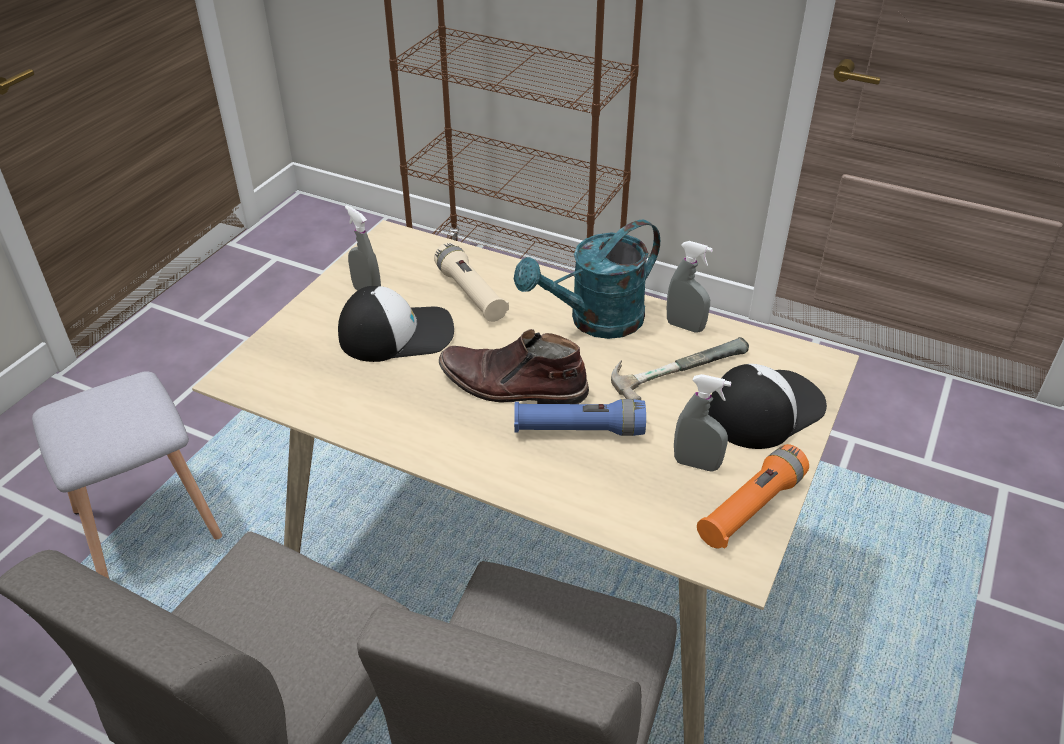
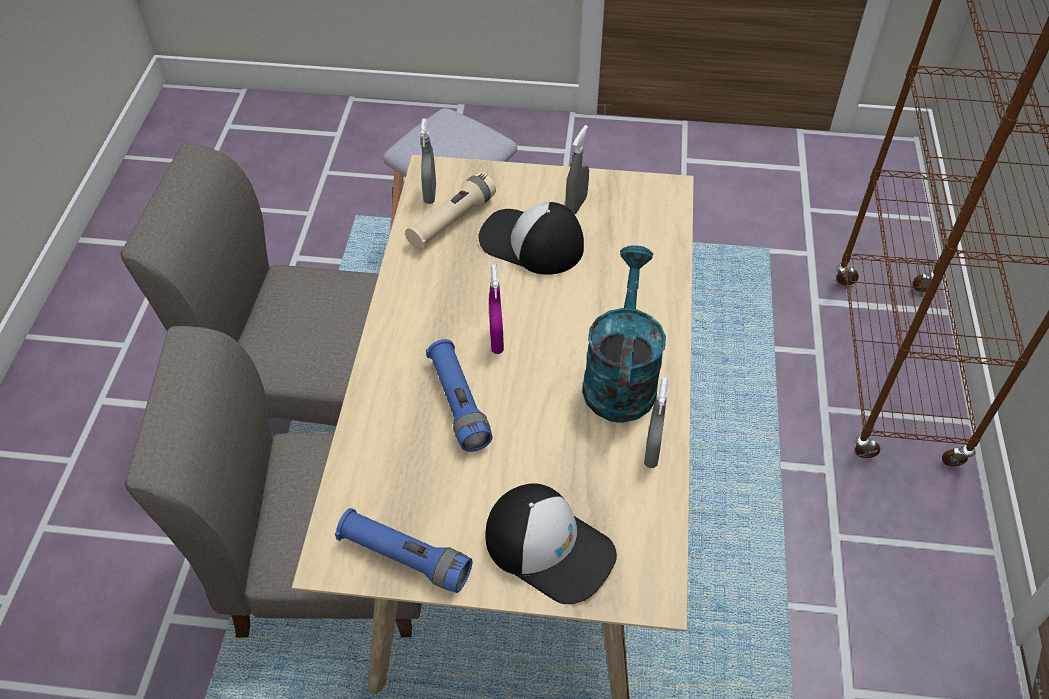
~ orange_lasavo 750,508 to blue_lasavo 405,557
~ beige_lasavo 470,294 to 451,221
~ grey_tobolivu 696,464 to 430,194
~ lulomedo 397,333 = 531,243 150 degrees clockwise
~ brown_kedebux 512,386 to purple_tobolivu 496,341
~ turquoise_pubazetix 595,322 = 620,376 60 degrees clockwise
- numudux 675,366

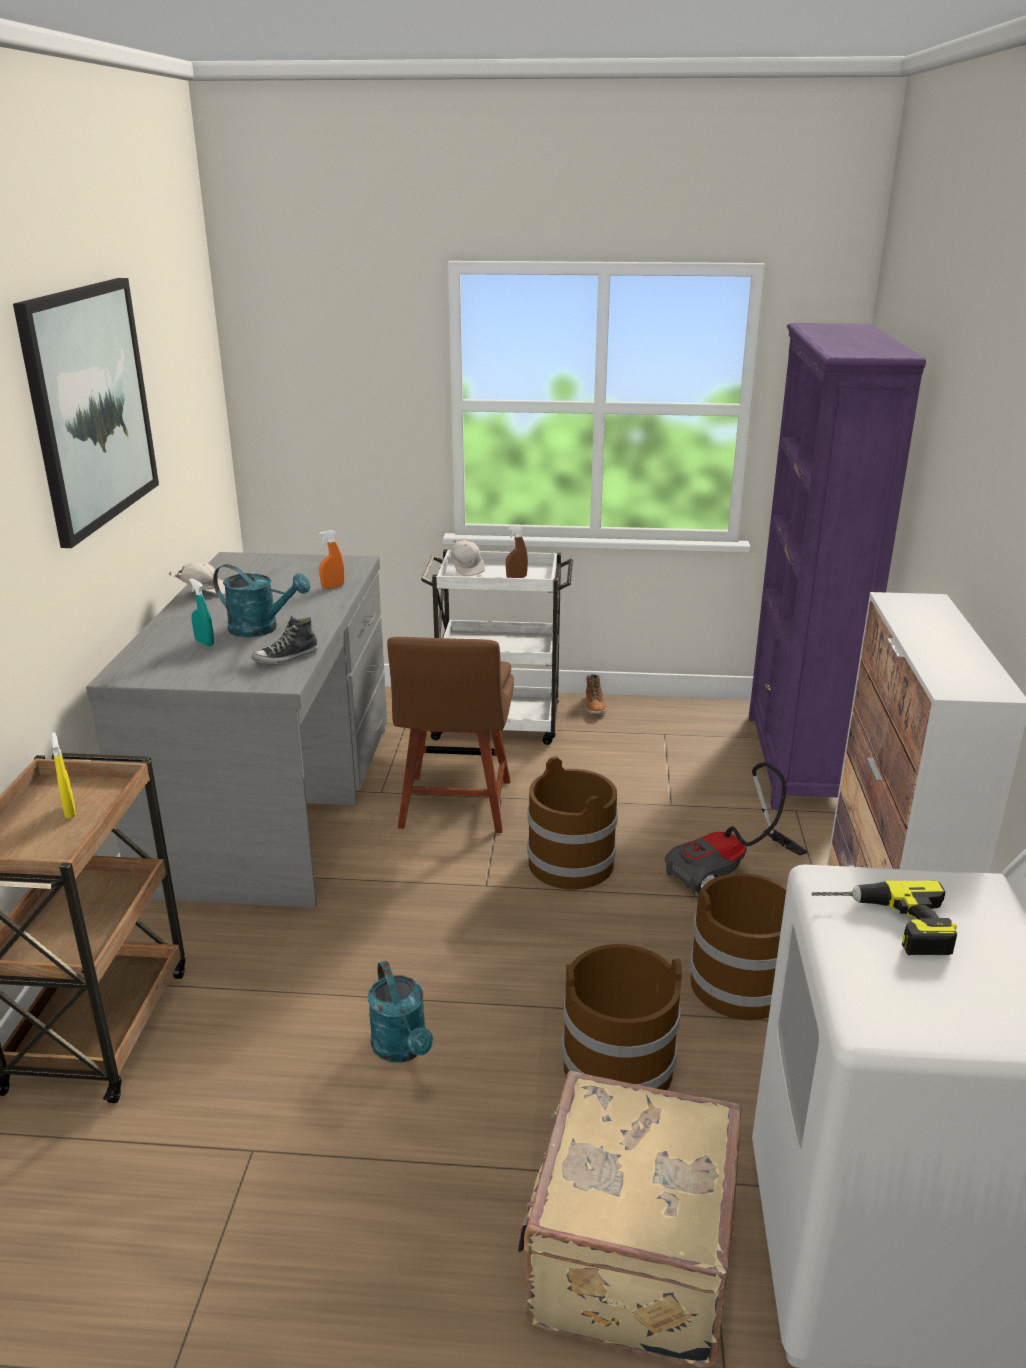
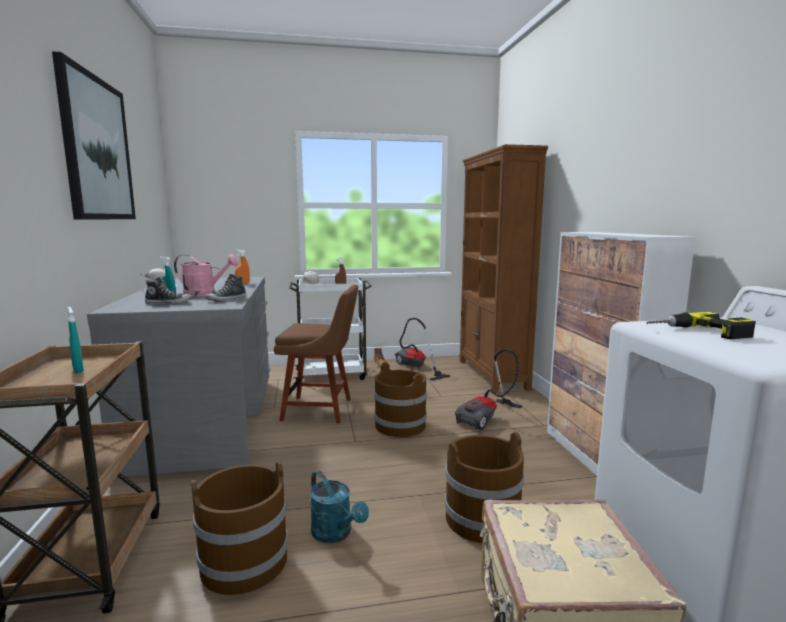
~ yellow_tobolivu 69,811 to turquoise_tobolivu 78,370
+ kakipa 169,303
~ turquoise_pubazetix 261,629 to pink_pubazetix 205,294
~ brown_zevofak 741,983 to 245,561
~ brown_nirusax 455,807 = 321,409 75 degrees counterclockwise
+ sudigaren 415,368
~ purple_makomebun 795,761 to brown_makomebun 492,374

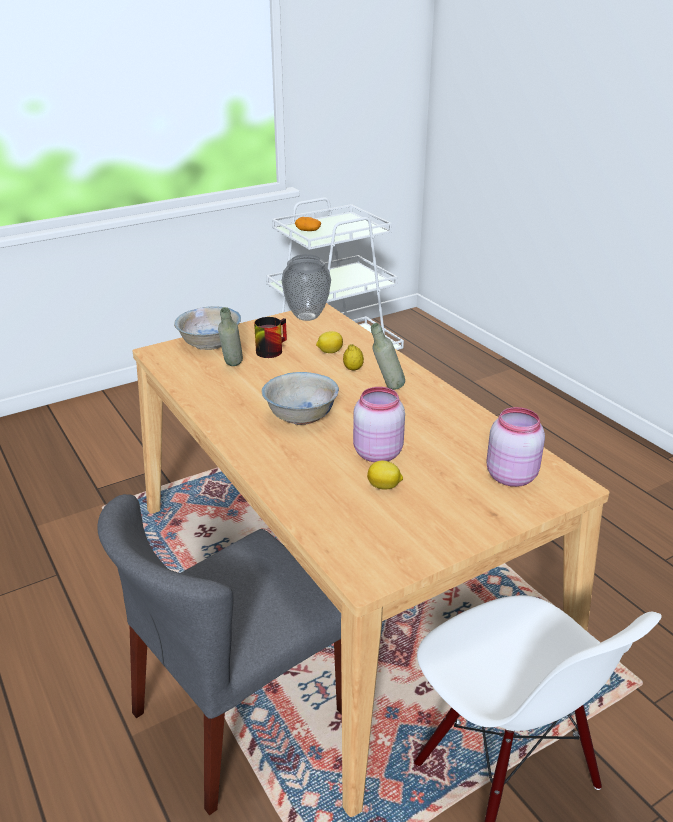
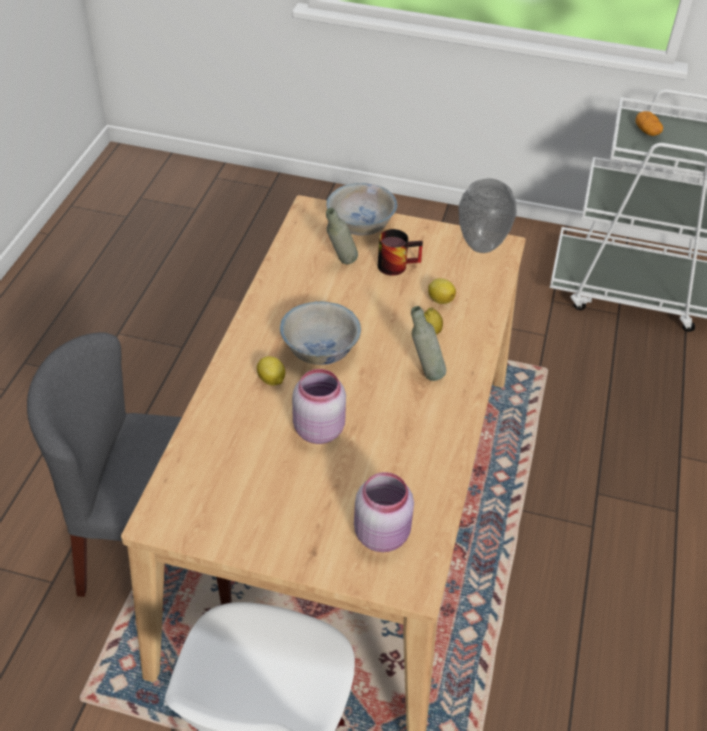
~ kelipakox 384,486 to 271,380

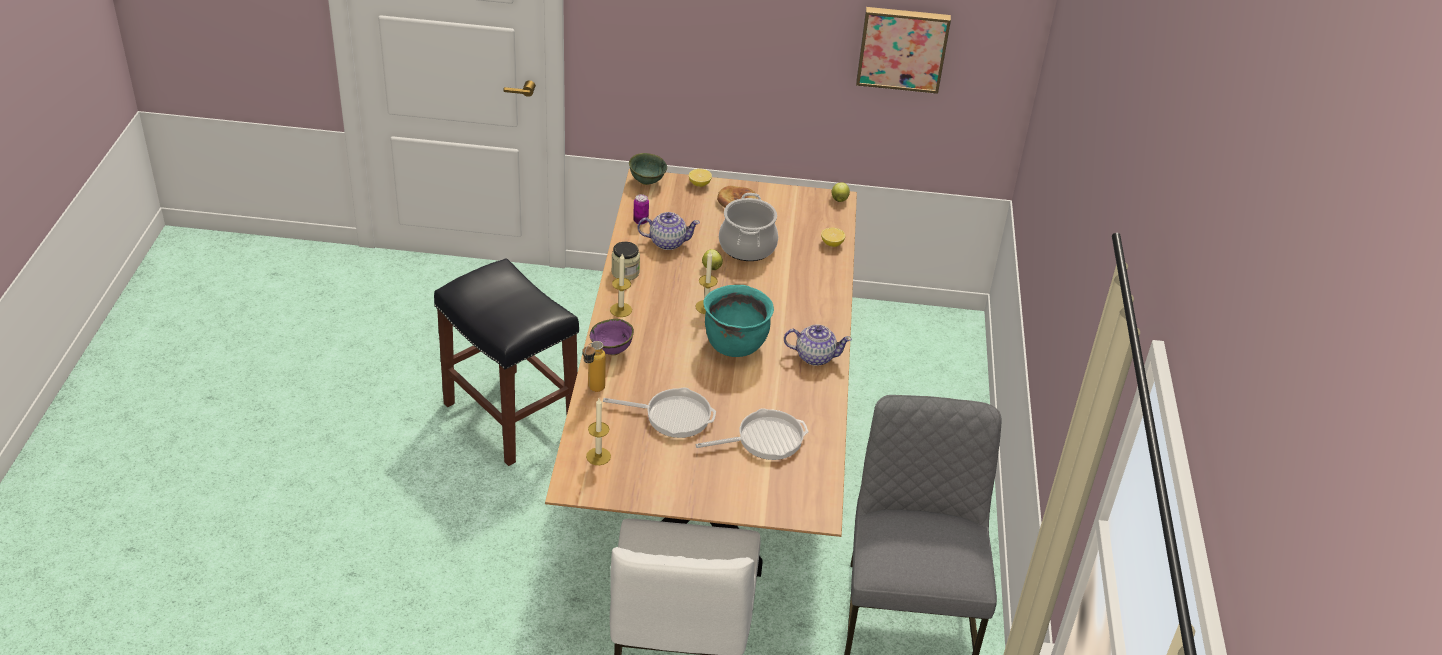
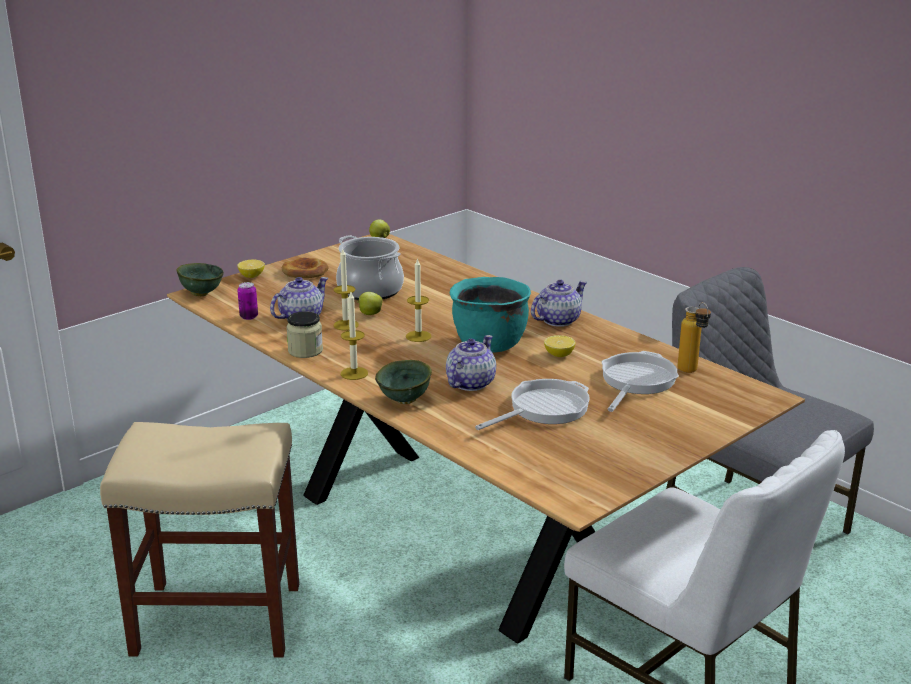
~ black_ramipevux 512,416 to beige_ramipevux 220,618
~ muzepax 598,456 to 346,325
~ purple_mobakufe 612,351 to green_mobakufe 405,400
+ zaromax 469,383
~ kelipakox 832,243 to 559,355
~ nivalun 593,391 to 691,372
- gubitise 902,48

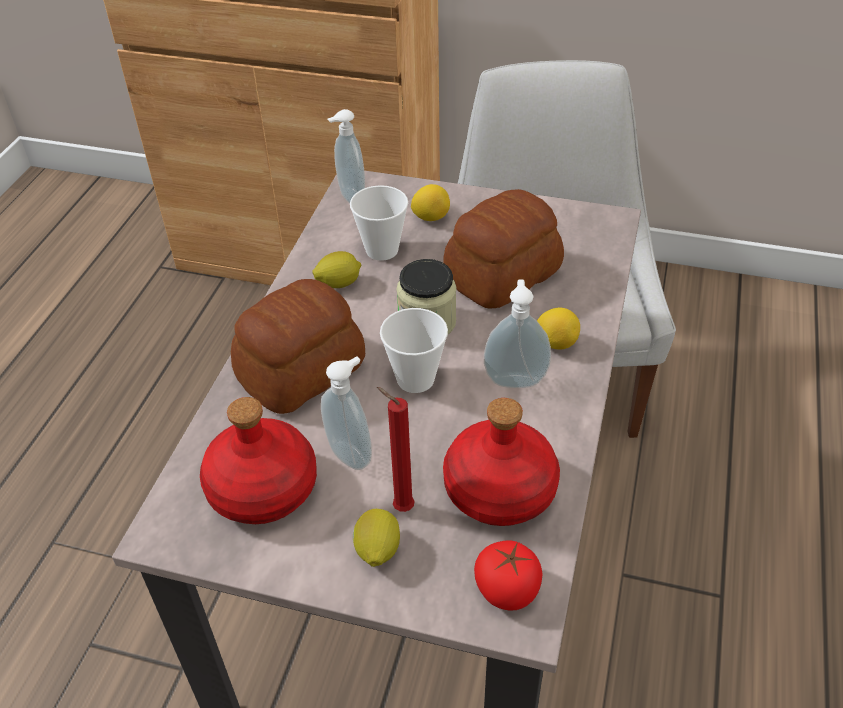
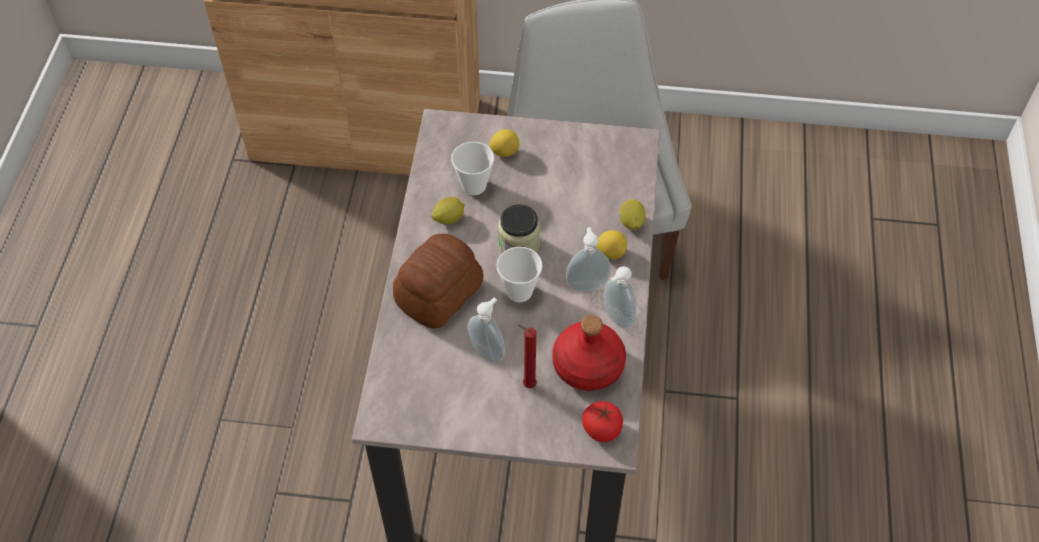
~ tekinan 349,198 to 616,319
~ kelipakox 377,550 to 631,223
- red_nivalun 263,487
- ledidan 500,275

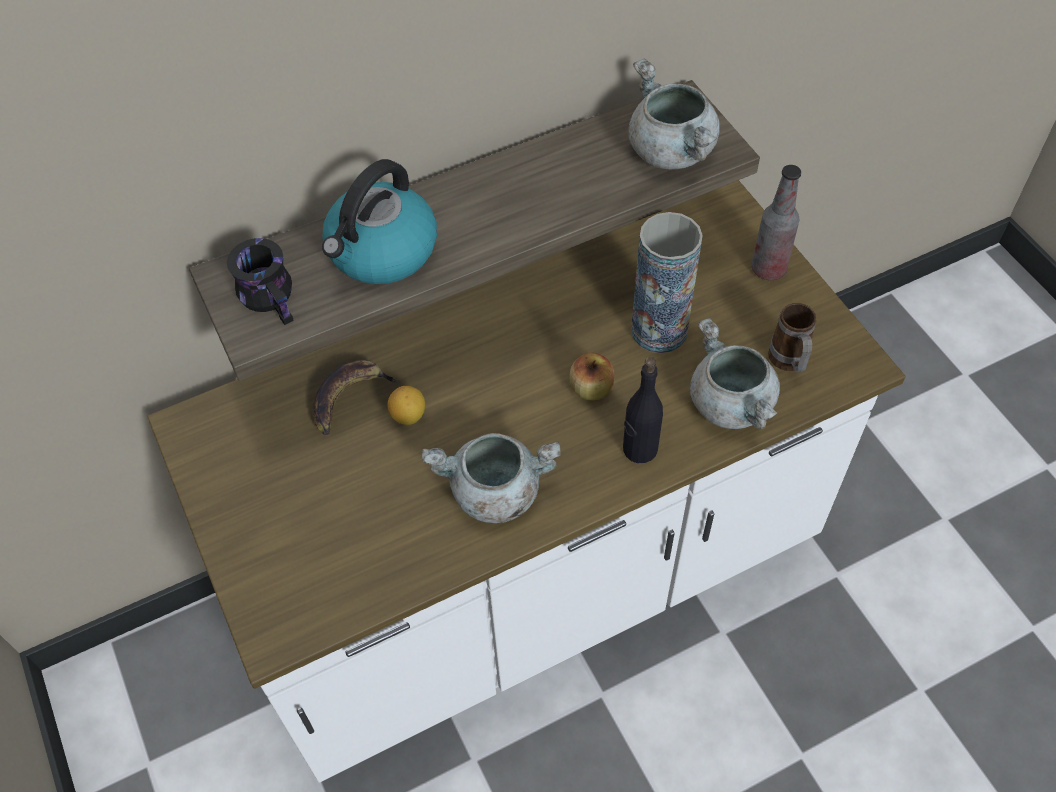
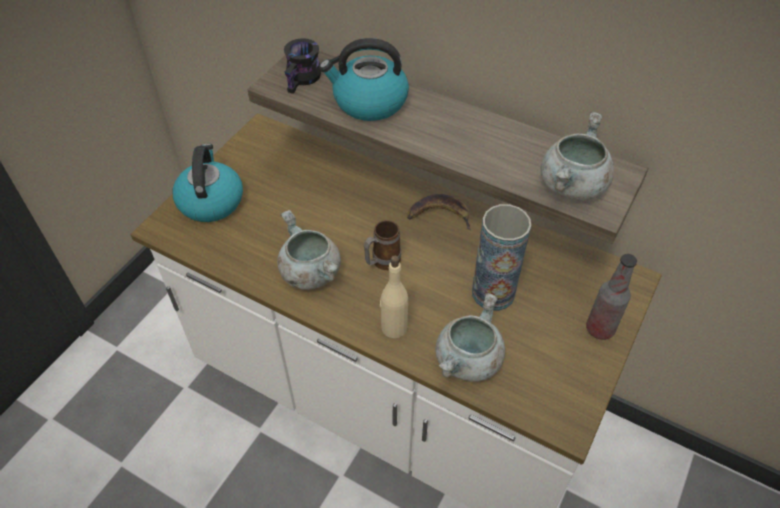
+ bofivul 210,201
~ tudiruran 789,363 to 381,263
~ black_nivalun 639,449 to beige_nivalun 393,327
~ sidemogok 349,398 to 440,215
- kelipakox 408,415
- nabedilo 591,388

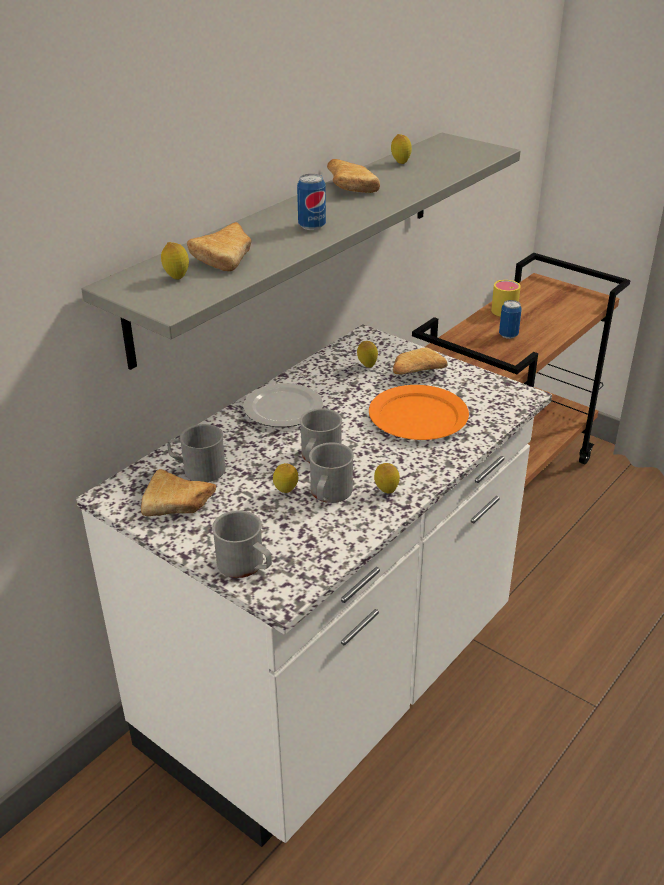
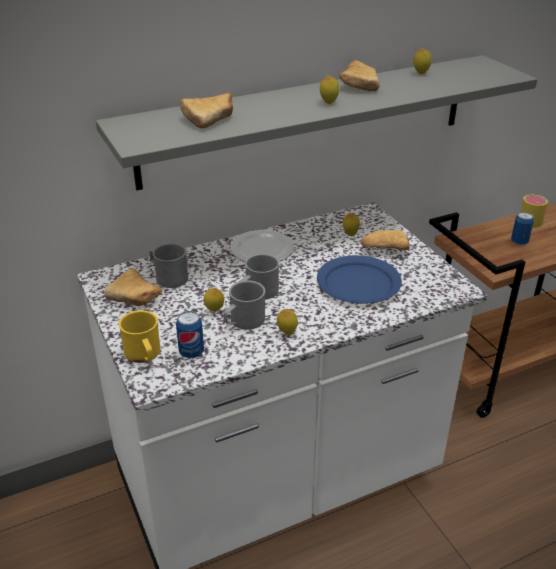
~ grey_tudiruran 246,566 to yellow_tudiruran 144,355
~ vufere 312,226 to 191,352
~ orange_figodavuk 418,416 to blue_figodavuk 359,283
~ kelipakox 176,277 to 328,102

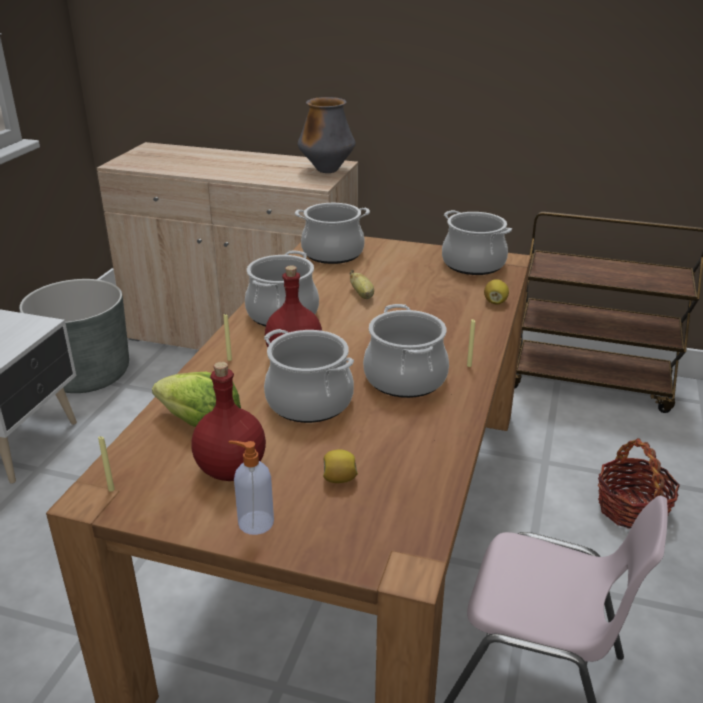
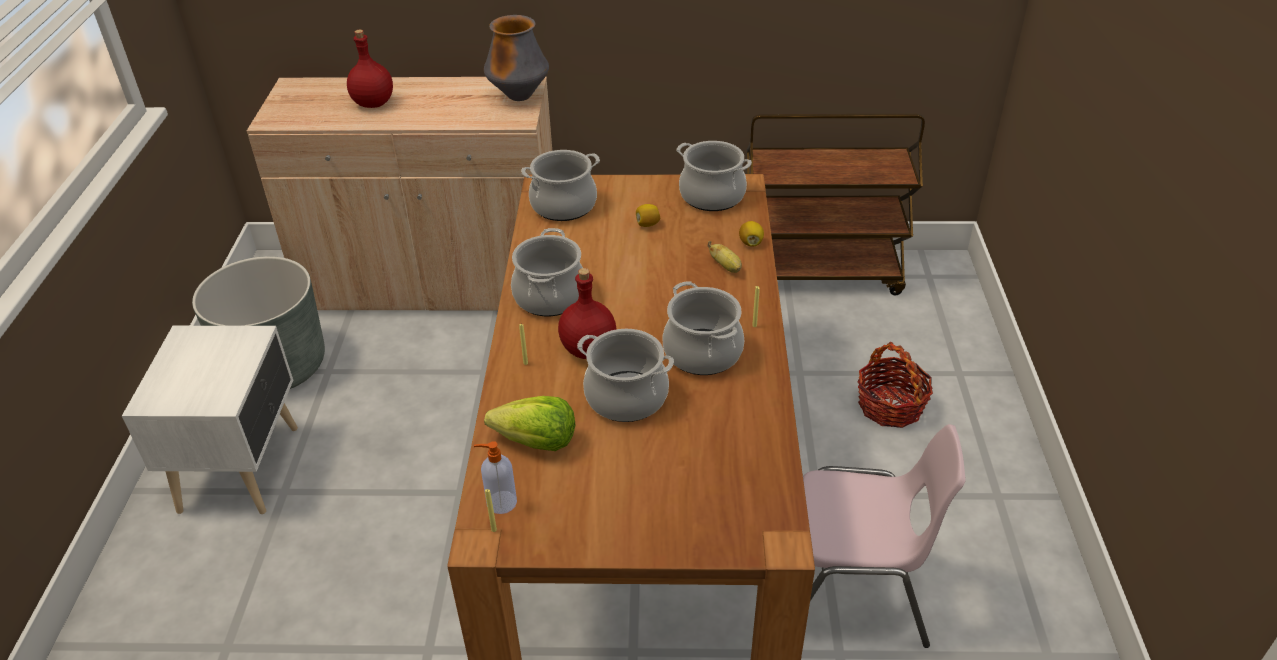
~ red_nivalun 230,469 to 373,103
~ tekinan 254,522 to 500,502
~ kelipakox 339,479 to 647,224
~ sidemogok 362,295 to 726,267

